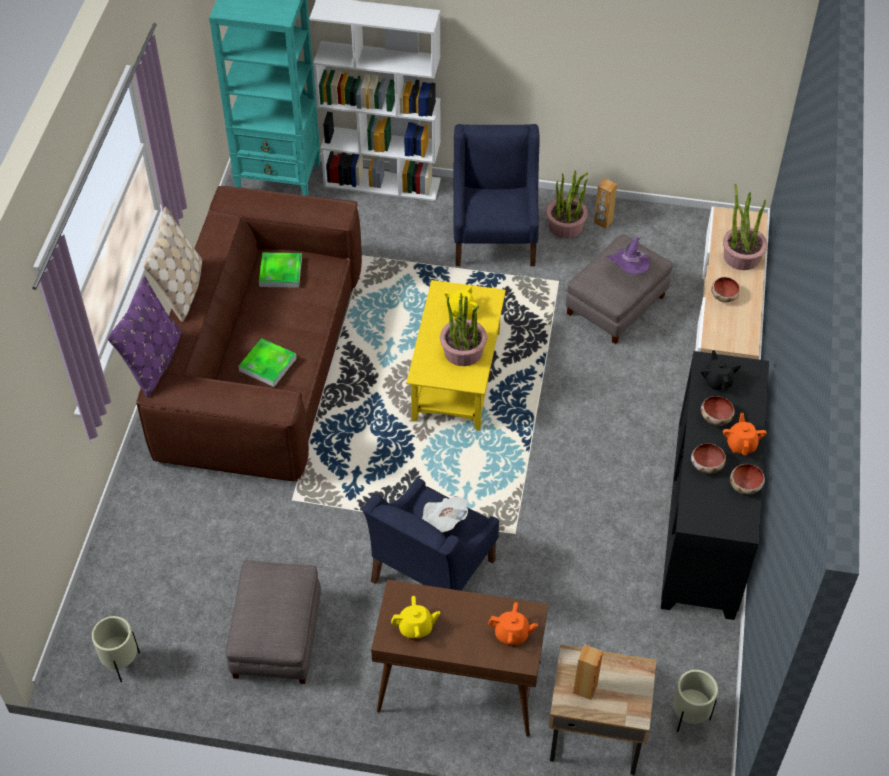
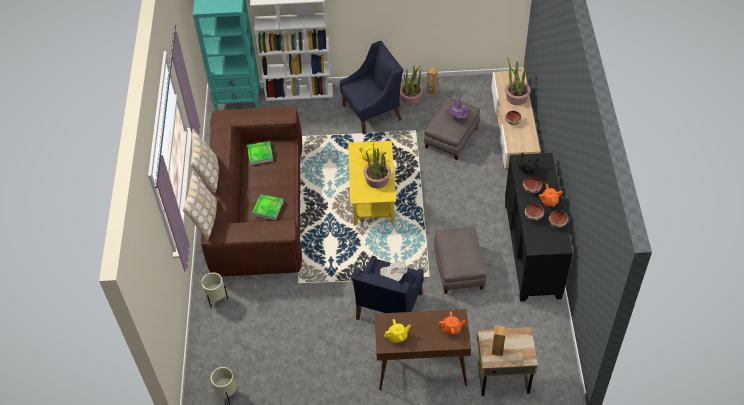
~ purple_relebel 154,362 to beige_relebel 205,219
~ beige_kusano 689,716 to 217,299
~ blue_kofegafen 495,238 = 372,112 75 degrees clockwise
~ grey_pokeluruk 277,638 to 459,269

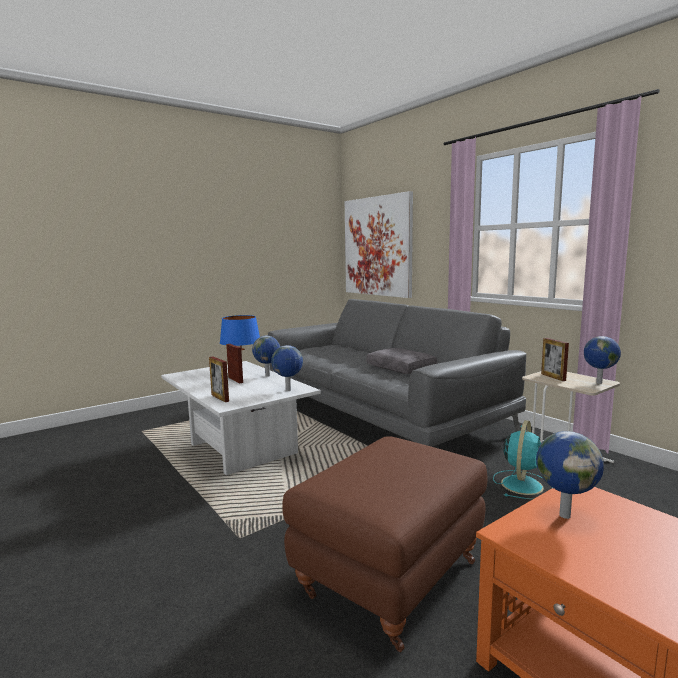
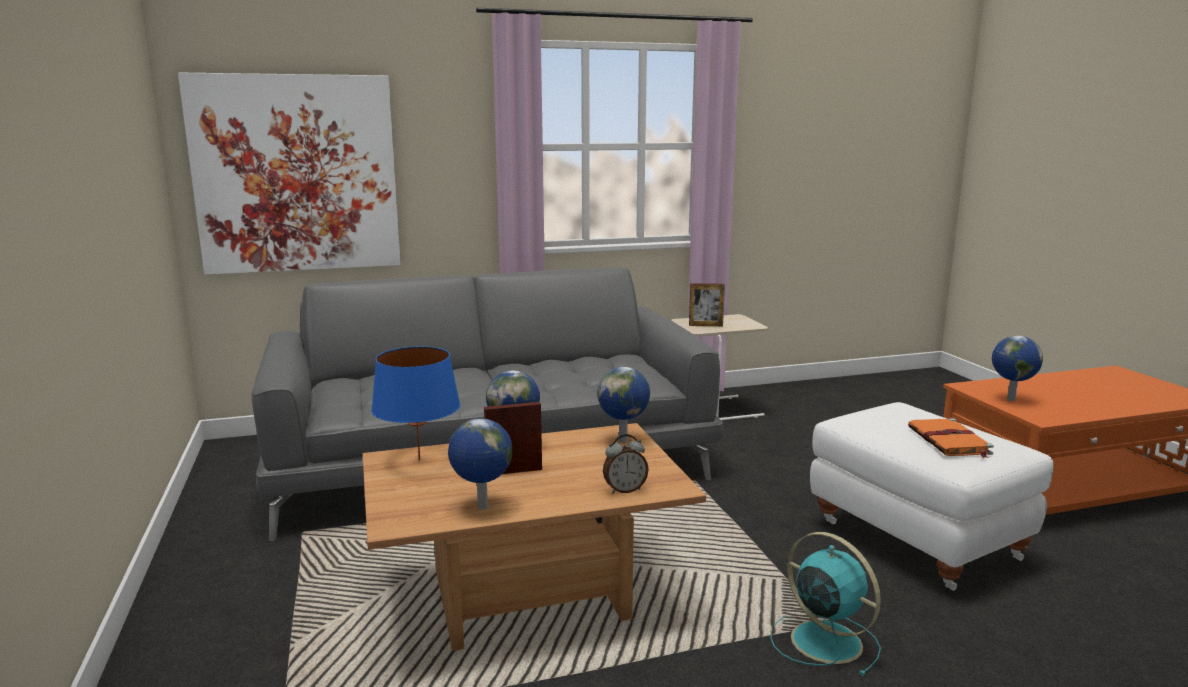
~ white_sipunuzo 239,449 to brown_sipunuzo 527,598
~ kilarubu 598,383 to 482,507
~ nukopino 220,398 to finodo 624,490
~ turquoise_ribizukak 522,484 to 823,640
~ brown_pokeluruk 389,574 to white_pokeluruk 914,542
+ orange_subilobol 949,441
- grey_relebel 402,368

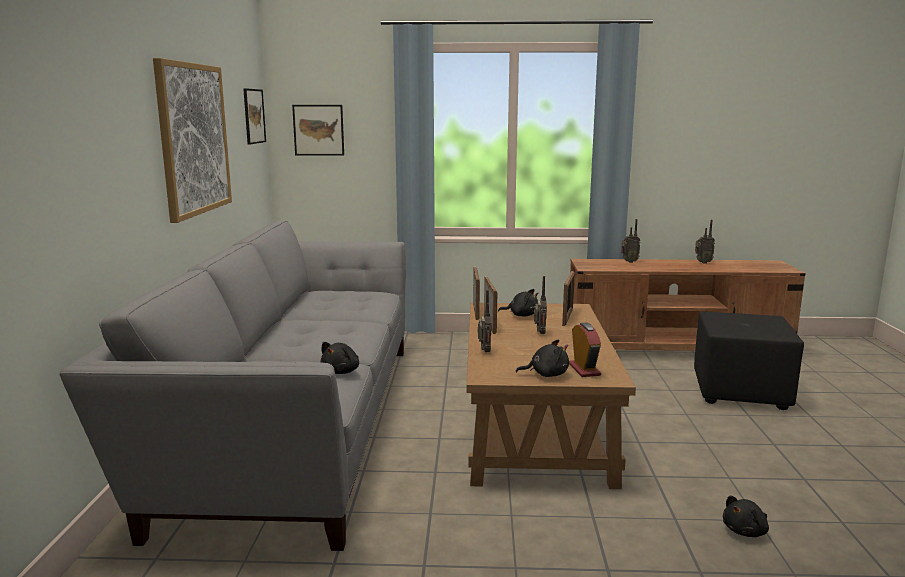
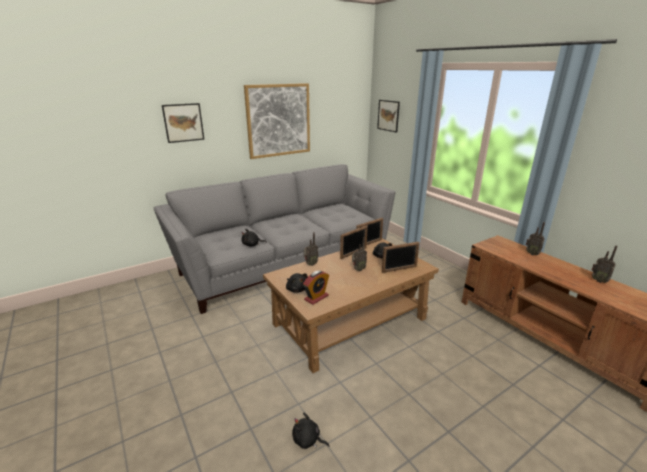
~ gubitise 254,116 to 183,122
- black_pokeluruk 741,392

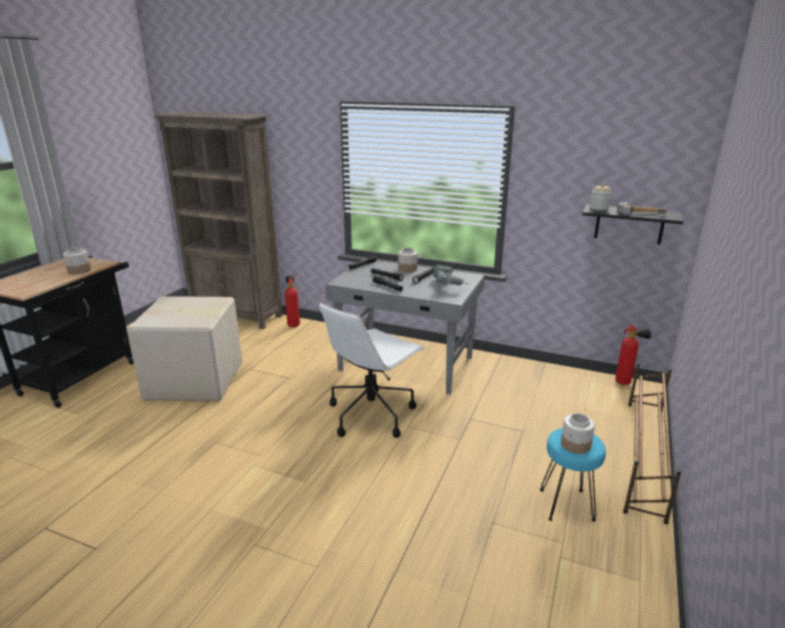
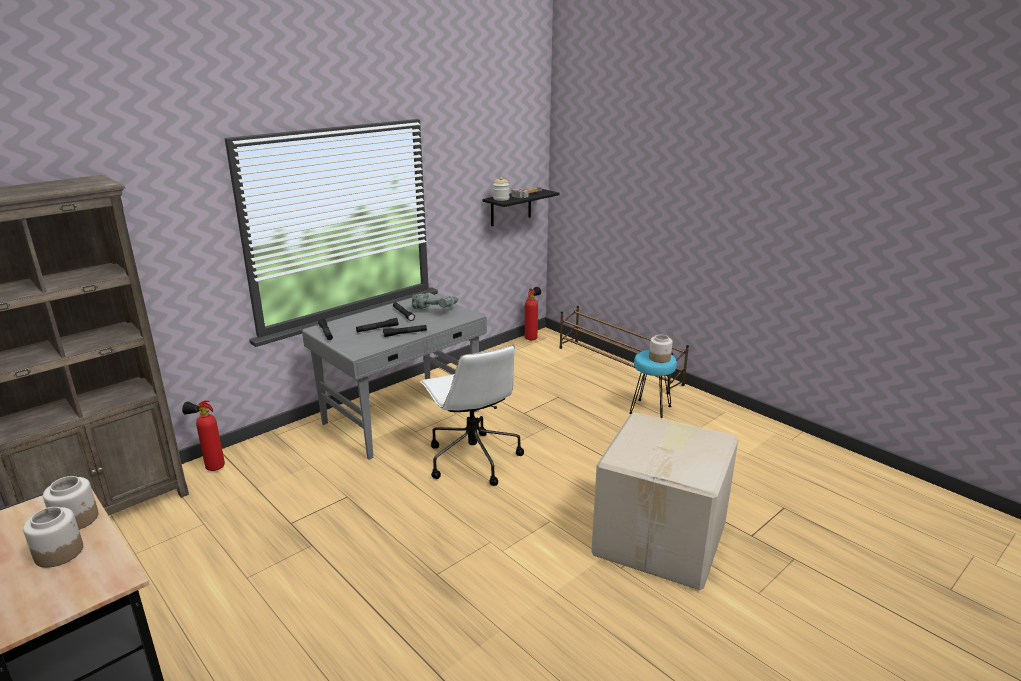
~ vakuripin 407,269 to 59,552
~ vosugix 195,381 to 662,539

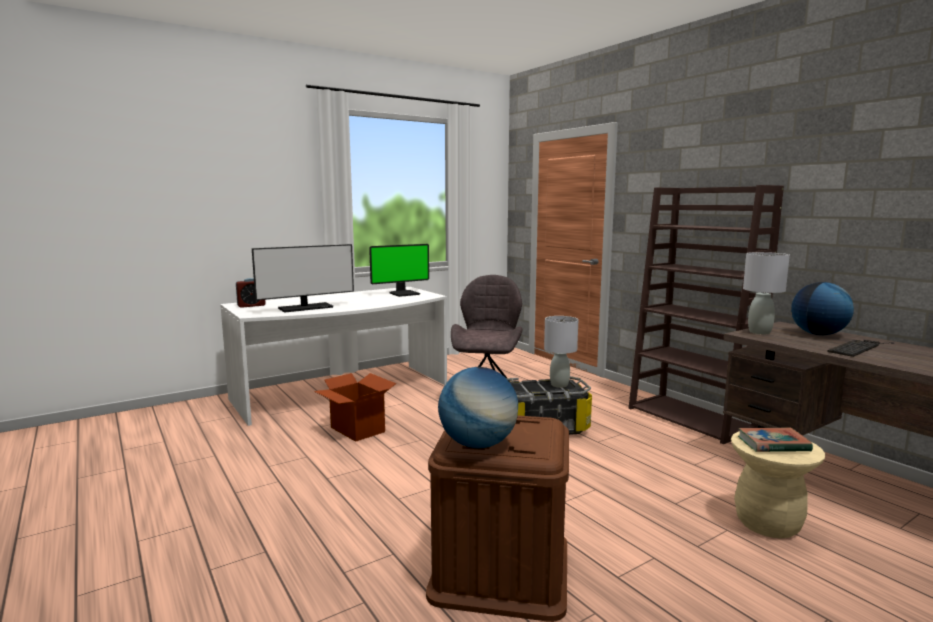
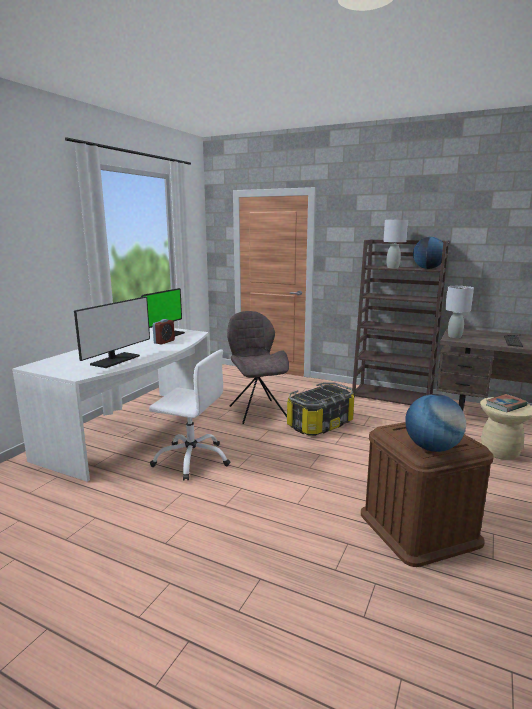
~ vosugix 357,430 to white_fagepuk 192,459
~ finodo 251,305 to 164,342
~ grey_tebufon 559,385 to 392,267
~ kilarubu 818,334 to 427,268

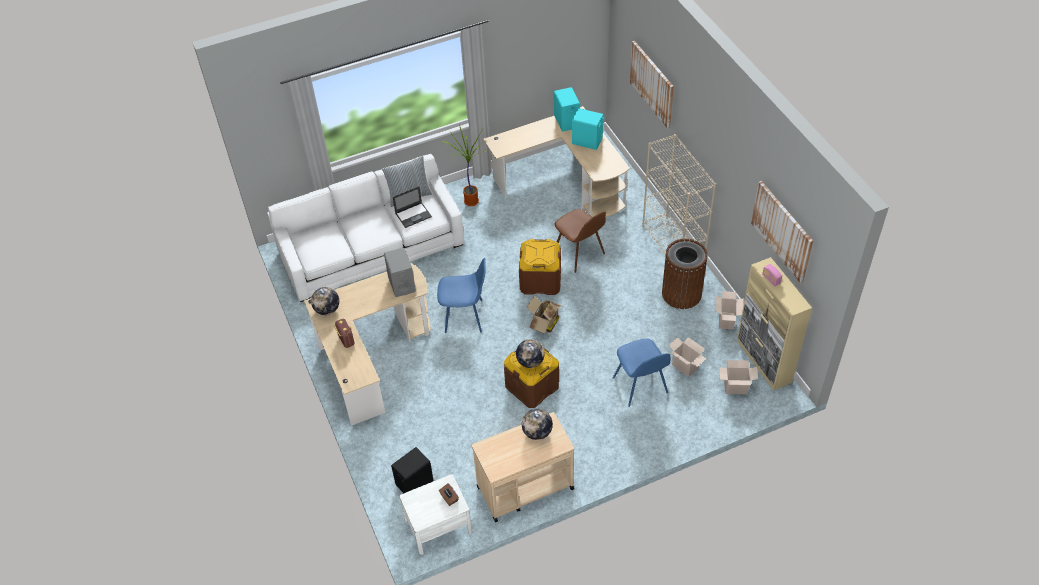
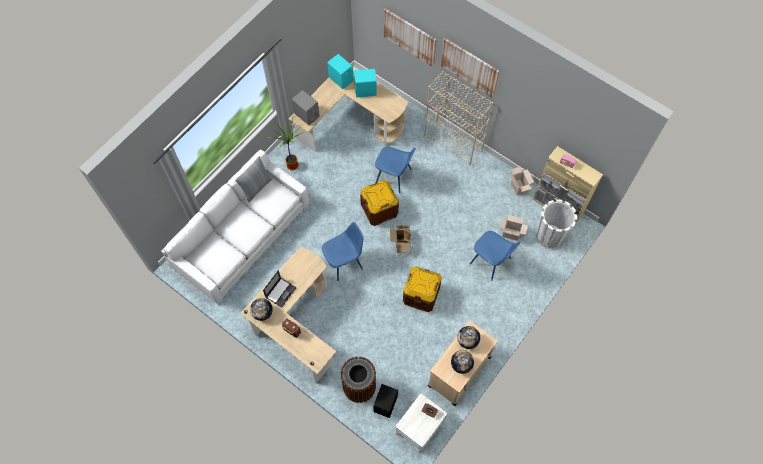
~ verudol 413,215 to 281,292
~ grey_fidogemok 401,284 to 306,115
~ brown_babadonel 681,294 to 359,386
~ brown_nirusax 579,254 to blue_nirusax 394,177
~ gubitise 782,231 to 469,67
~ kilarubu 530,362 to 461,365
~ vosugix 734,388 to white_kusano 550,235

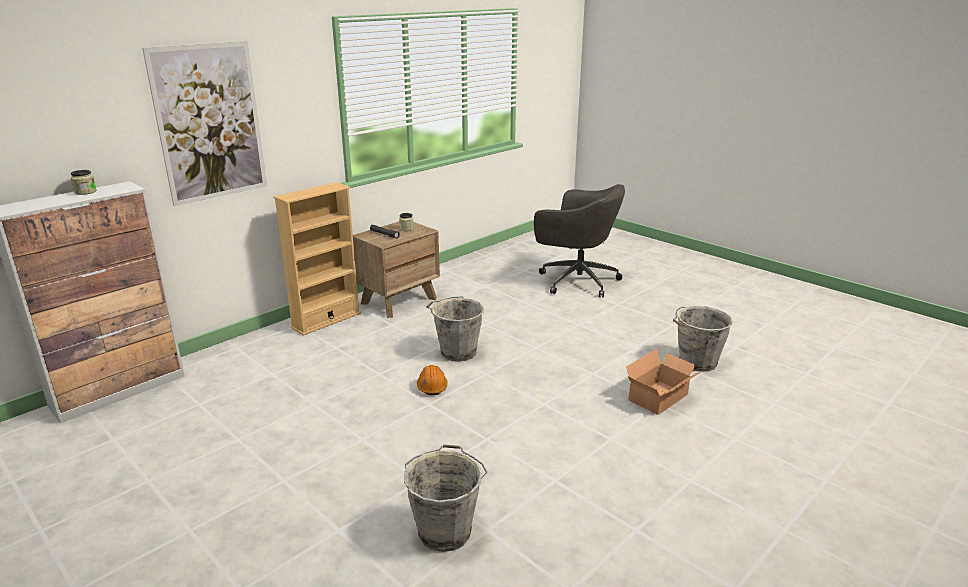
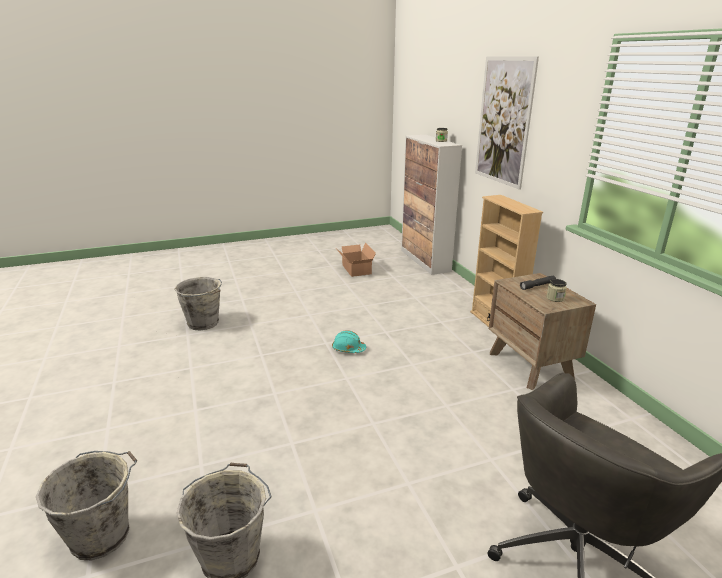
~ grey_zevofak 457,352 to 103,535
~ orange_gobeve 432,386 to turquoise_gobeve 348,349
~ vosugix 661,398 to 355,270

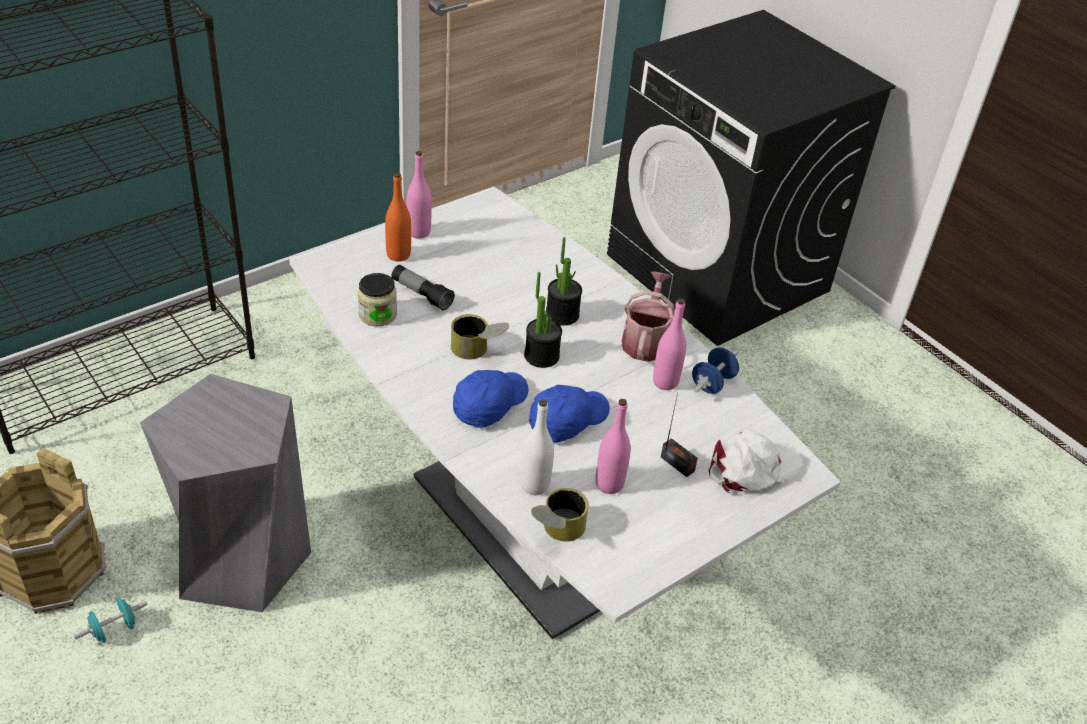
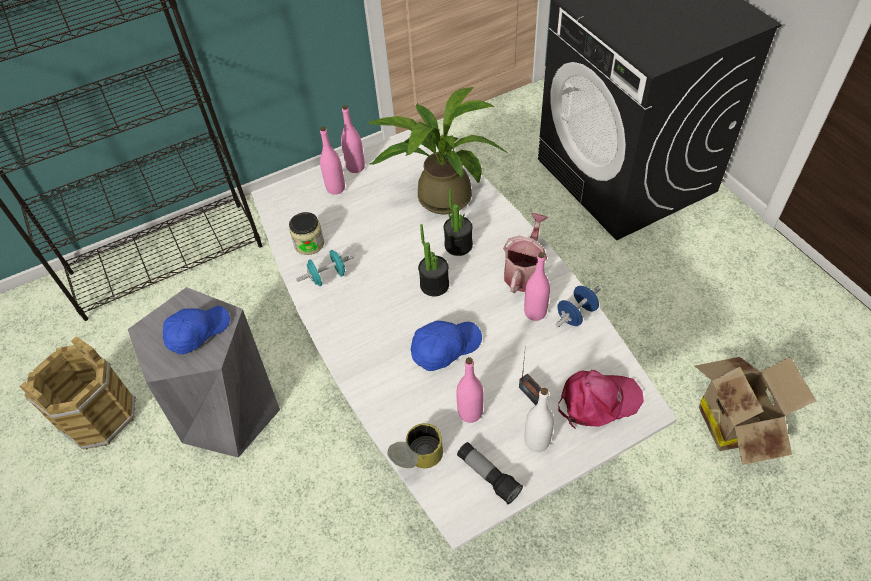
~ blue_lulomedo 489,404 to 197,332
~ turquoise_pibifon 114,630 to 328,277
~ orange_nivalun 398,255 to pink_nivalun 335,188
+ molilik 438,195
~ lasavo 421,294 to 488,476
~ white_nivalun 535,485 to 537,441
~ white_lulomedo 751,468 to pink_lulomedo 597,401
+ vosugix 736,422
- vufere 478,352

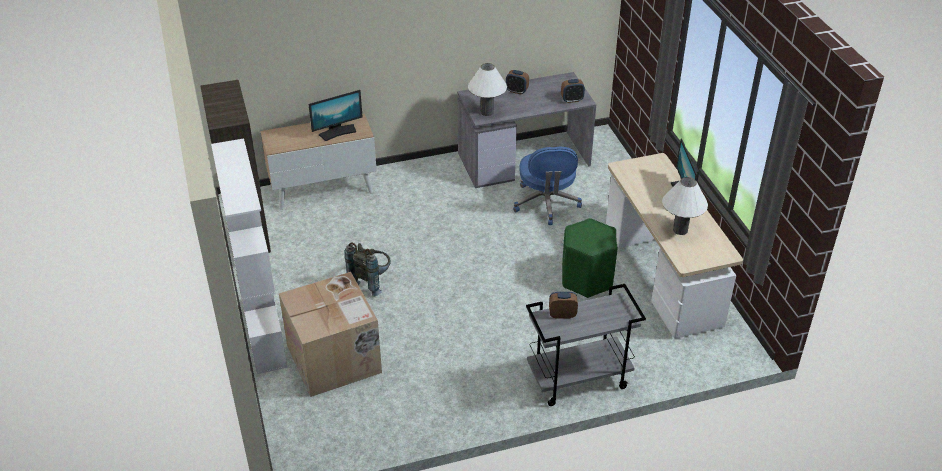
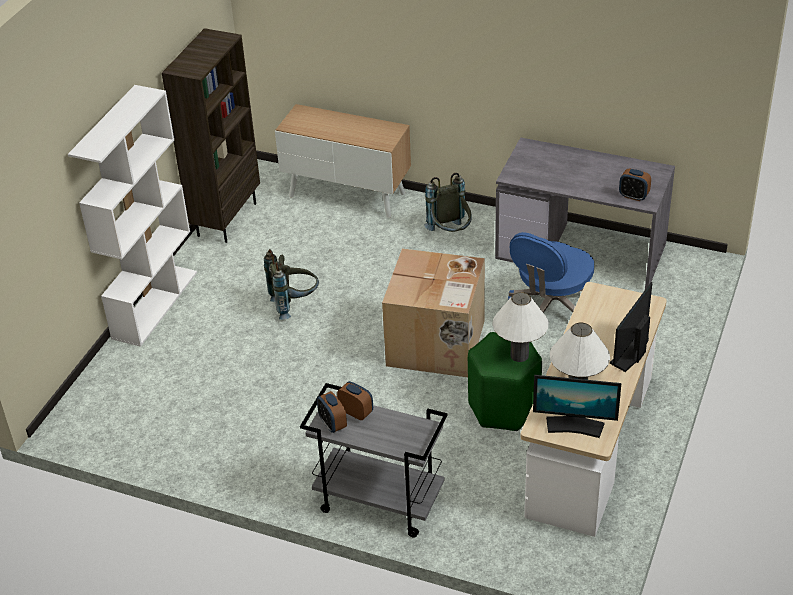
~ finodo 516,91 to 332,424
~ vosugix 335,359 to 436,344
+ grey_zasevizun 450,234
~ white_tebufon 487,112 to 519,355
~ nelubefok 337,132 to 574,426

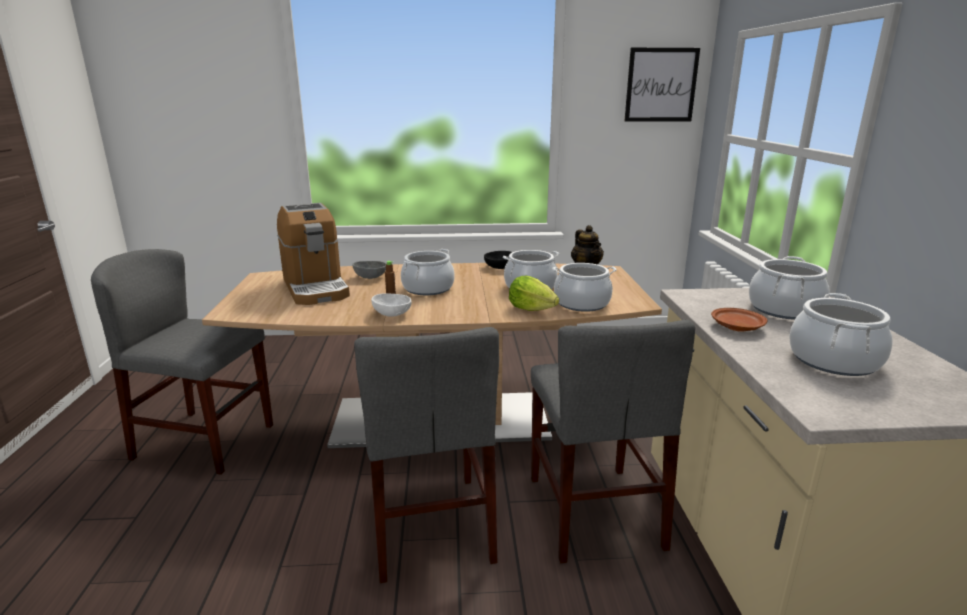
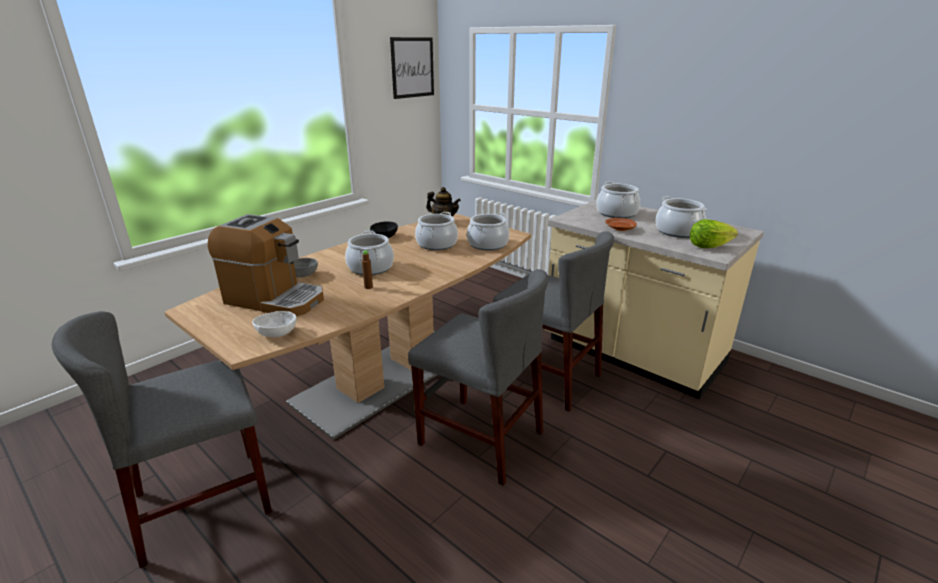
~ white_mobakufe 392,314 to 277,333
~ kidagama 531,309 to 708,246

